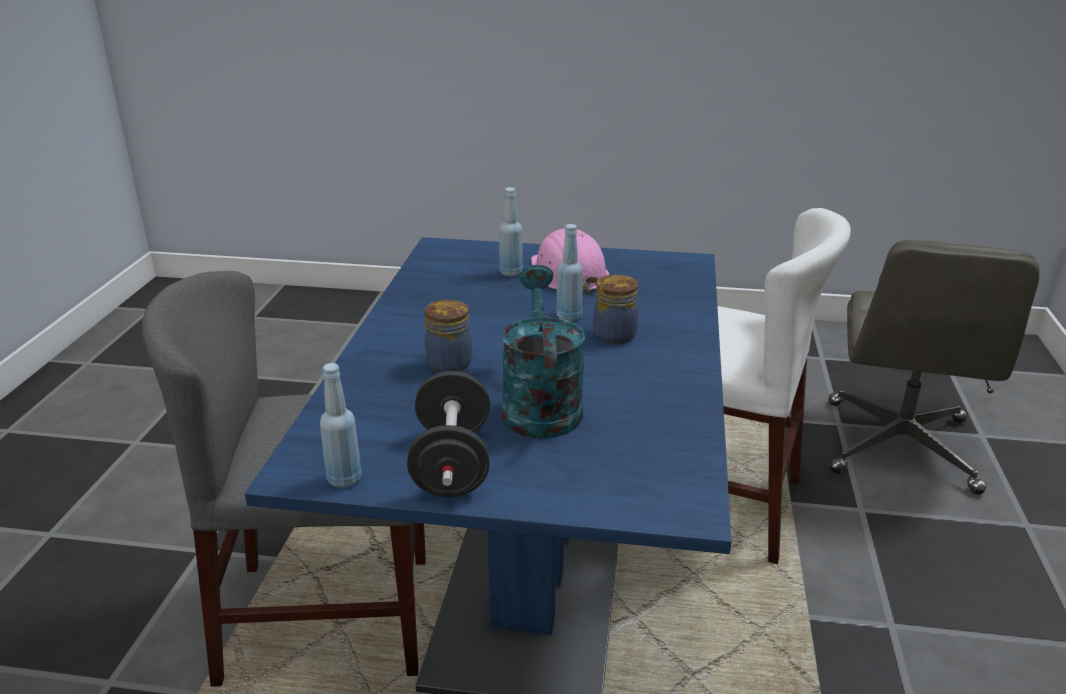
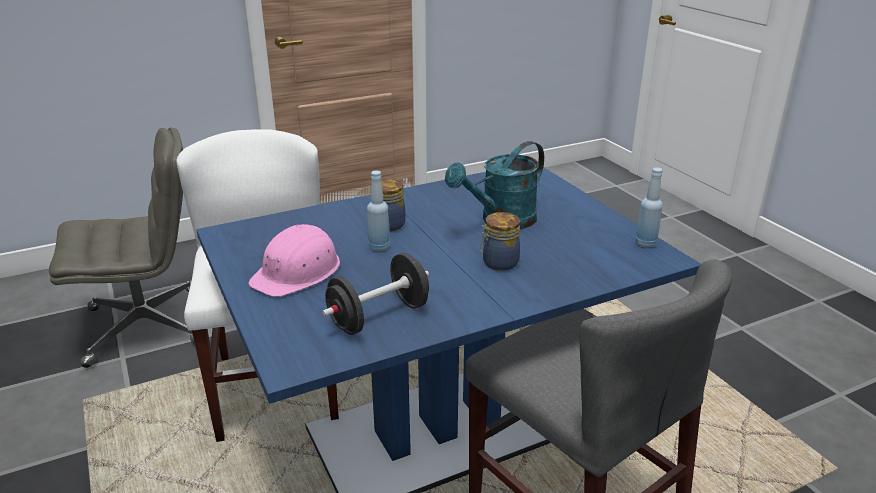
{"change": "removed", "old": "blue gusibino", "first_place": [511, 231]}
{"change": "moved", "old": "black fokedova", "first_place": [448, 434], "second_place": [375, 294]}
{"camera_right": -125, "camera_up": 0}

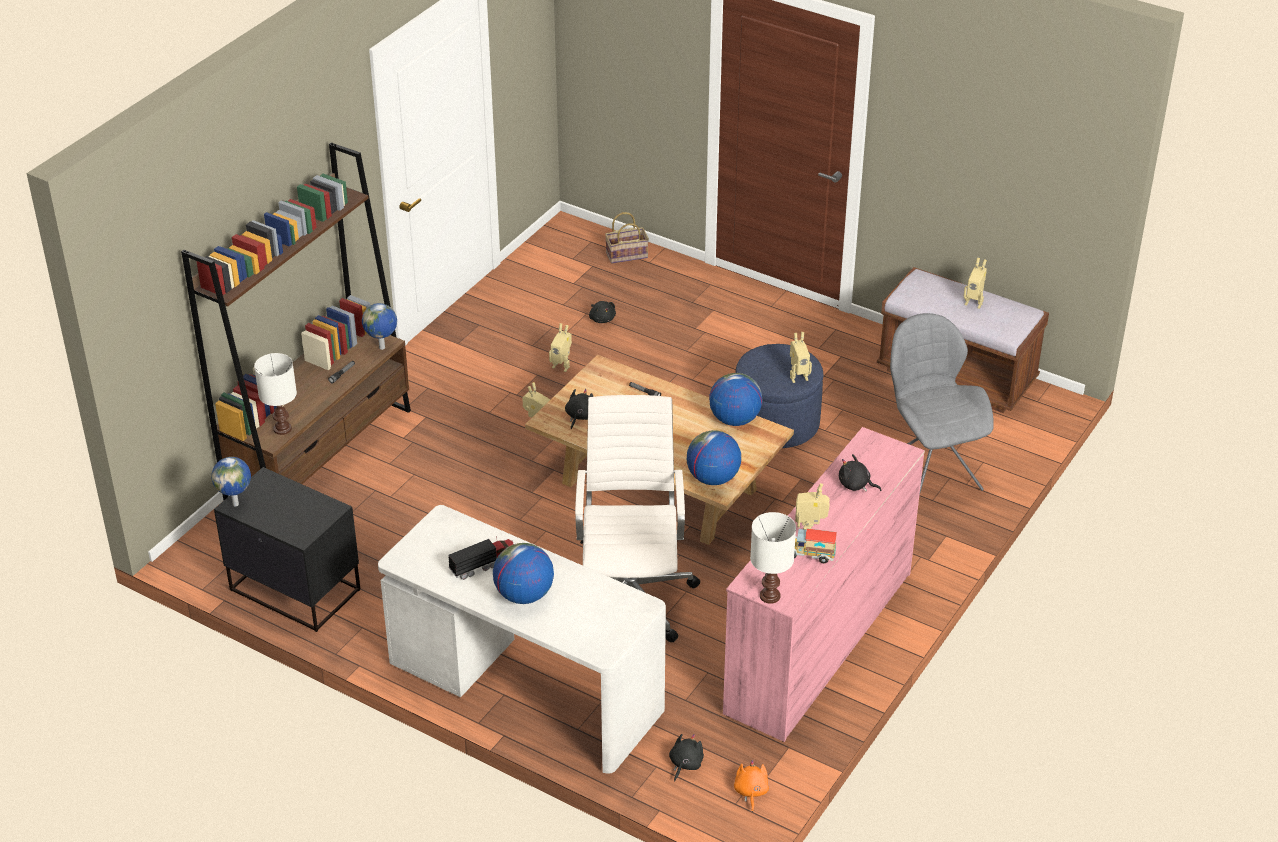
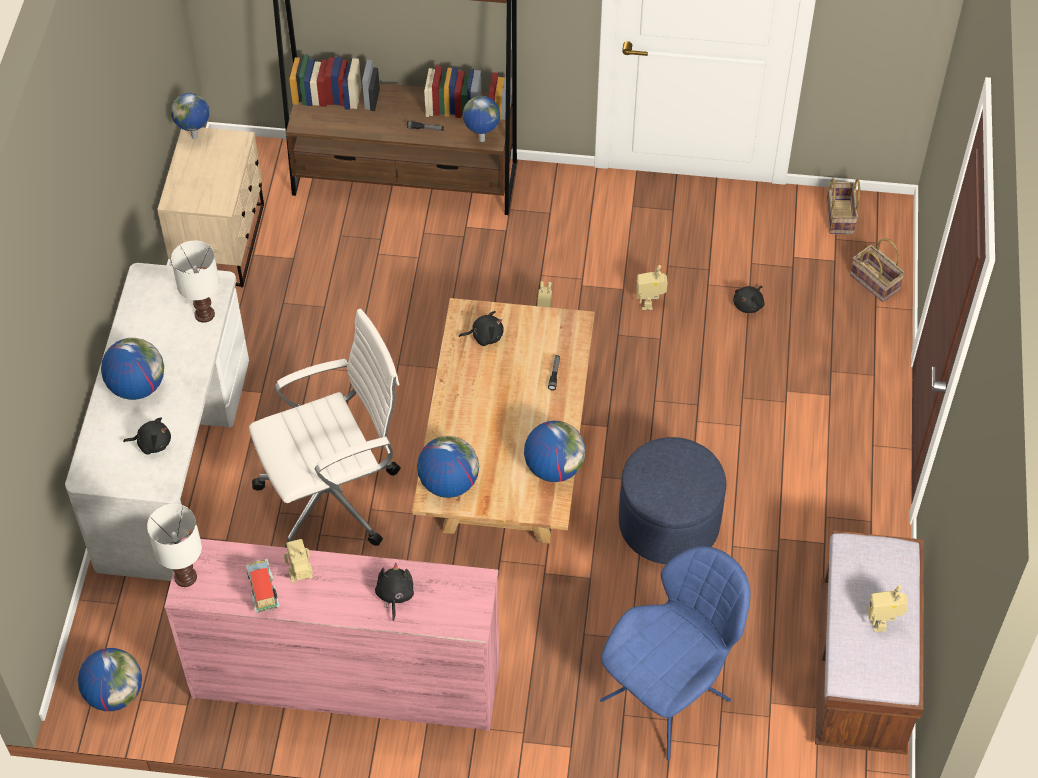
{"change": "recoloured", "old": "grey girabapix", "new": "blue girabapix", "first_place": [942, 402], "second_place": [675, 653]}
{"change": "removed", "old": "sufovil", "first_place": [801, 357]}
{"change": "moved", "old": "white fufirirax", "first_place": [275, 394], "second_place": [195, 282]}
{"change": "recoloured", "old": "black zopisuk", "new": "beige zopisuk", "first_place": [287, 549], "second_place": [210, 207]}
{"change": "removed", "old": "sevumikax", "first_place": [480, 558]}
{"change": "moved", "old": "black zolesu", "first_place": [686, 757], "second_place": [147, 436]}
{"change": "replaced", "old": "orange zolesu", "new": "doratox", "first_place": [751, 786], "second_place": [110, 679]}
{"change": "added", "new": "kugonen", "second_place": [843, 206]}
{"camera_right": 65, "camera_up": 15}

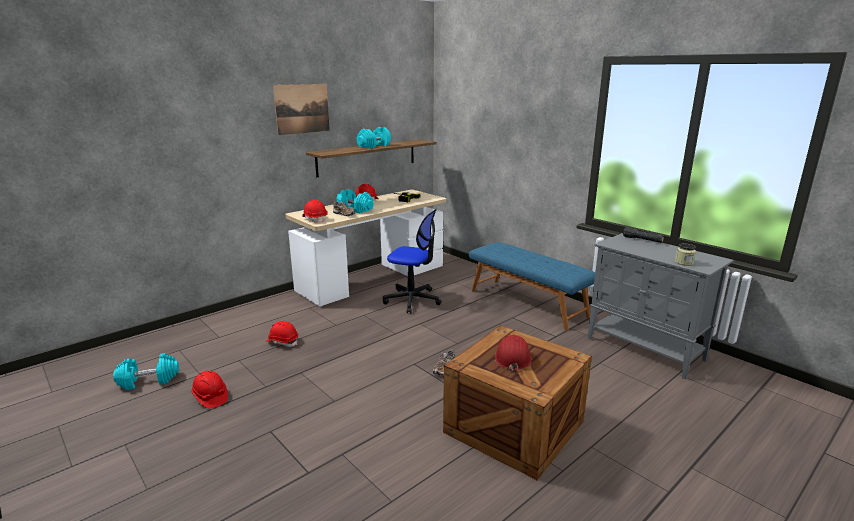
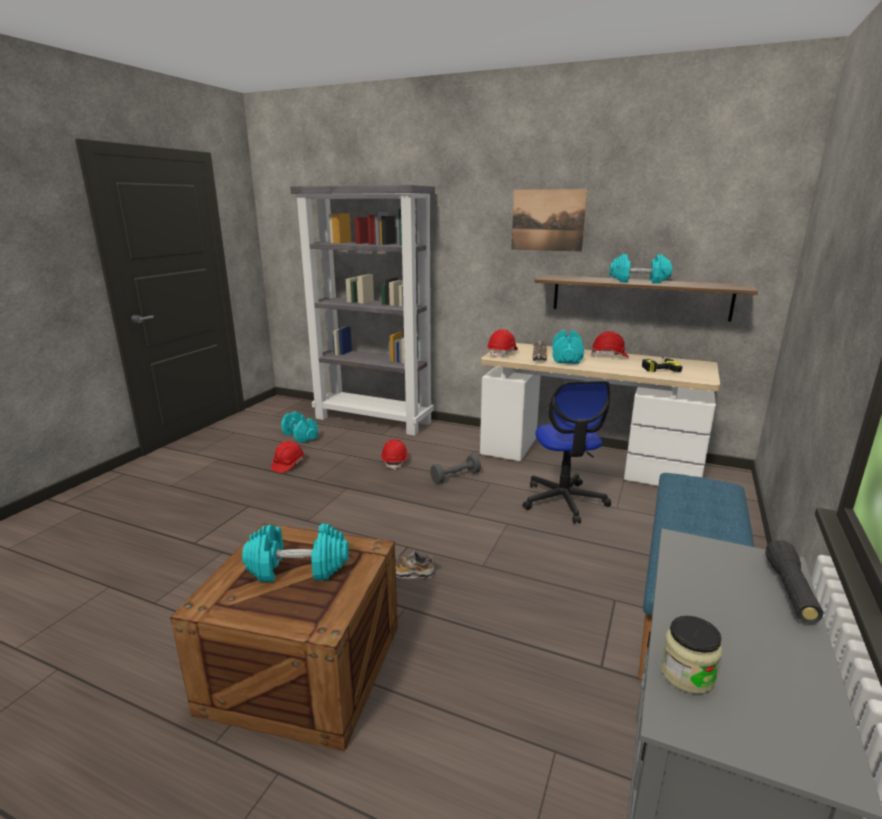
{"change": "replaced", "old": "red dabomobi", "new": "turquoise fokedova", "first_place": [513, 353], "second_place": [295, 552]}
{"change": "added", "new": "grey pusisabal", "second_place": [362, 310]}
{"change": "added", "new": "grey fokedova", "second_place": [455, 469]}
{"camera_right": 65, "camera_up": 0}

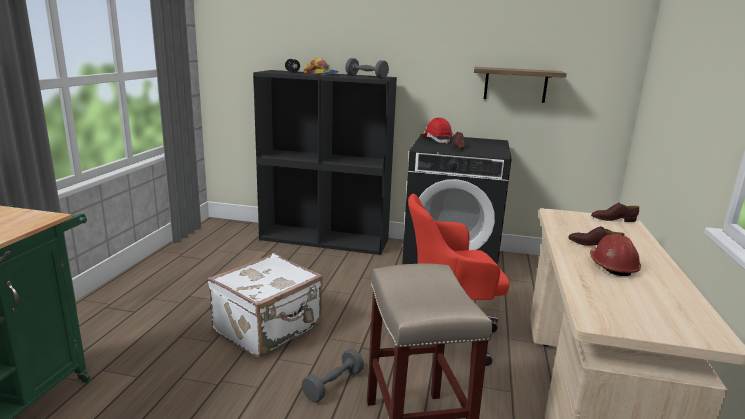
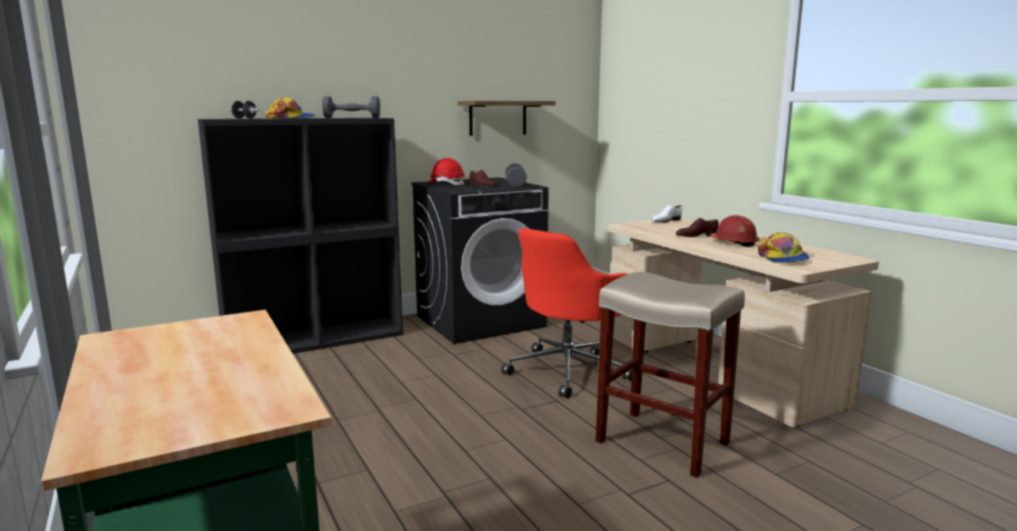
{"change": "recoloured", "old": "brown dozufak", "new": "white dozufak", "first_place": [615, 212], "second_place": [667, 213]}
{"change": "removed", "old": "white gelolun", "first_place": [265, 305]}
{"change": "moved", "old": "grey fokedova", "first_place": [333, 375], "second_place": [516, 175]}
{"change": "added", "new": "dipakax", "second_place": [783, 247]}
{"camera_right": -40, "camera_up": -5}

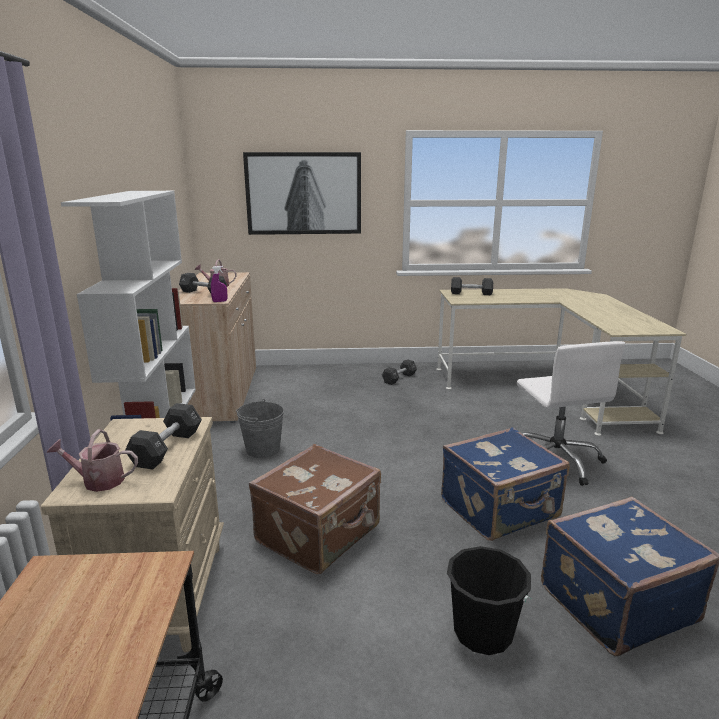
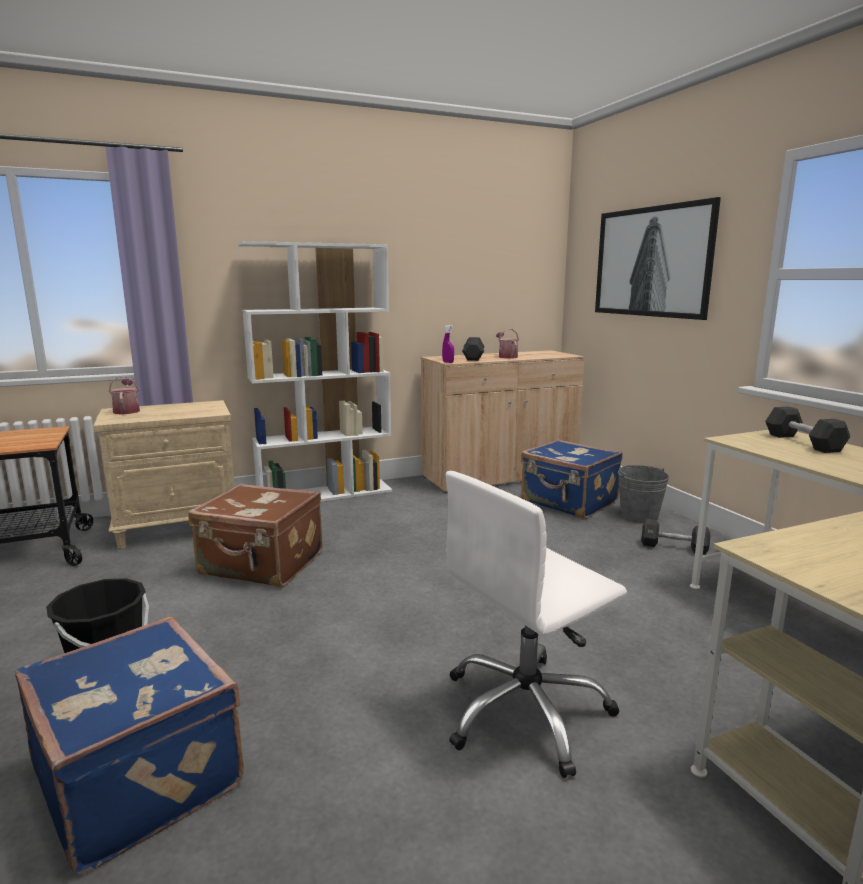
{"change": "moved", "old": "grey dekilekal", "first_place": [260, 428], "second_place": [643, 494]}
{"change": "removed", "old": "black fokedova", "first_place": [163, 436]}
{"change": "moved", "old": "blue gelolun", "first_place": [505, 484], "second_place": [572, 479]}
{"camera_right": 70, "camera_up": -5}

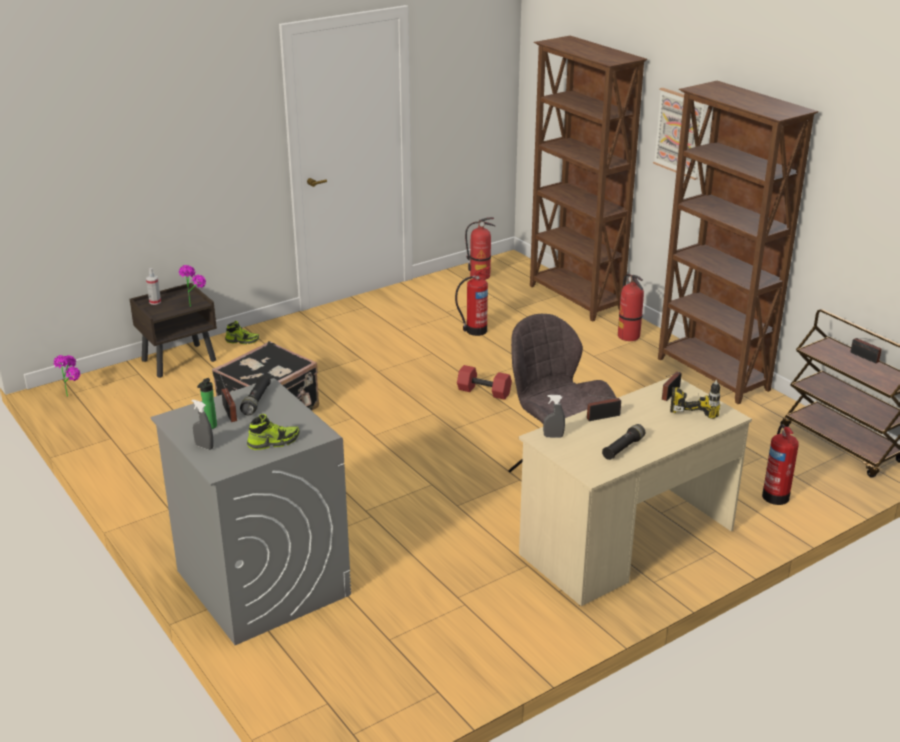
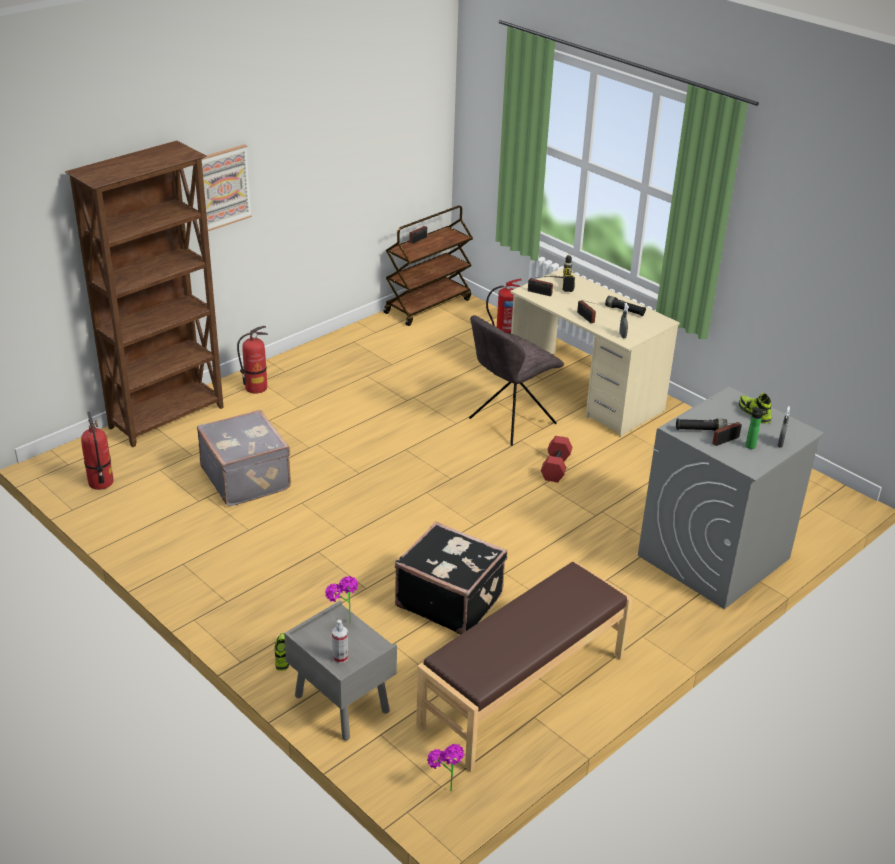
{"change": "removed", "old": "brown pusisabal", "first_place": [738, 242]}
{"change": "replaced", "old": "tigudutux", "new": "grey gelolun", "first_place": [473, 301], "second_place": [244, 458]}
{"change": "recoloured", "old": "brown zopisuk", "new": "grey zopisuk", "first_place": [173, 330], "second_place": [340, 670]}
{"change": "moved", "old": "red fokedova", "first_place": [484, 382], "second_place": [556, 459]}
{"change": "added", "new": "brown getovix", "second_place": [524, 667]}
{"camera_right": -100, "camera_up": 5}

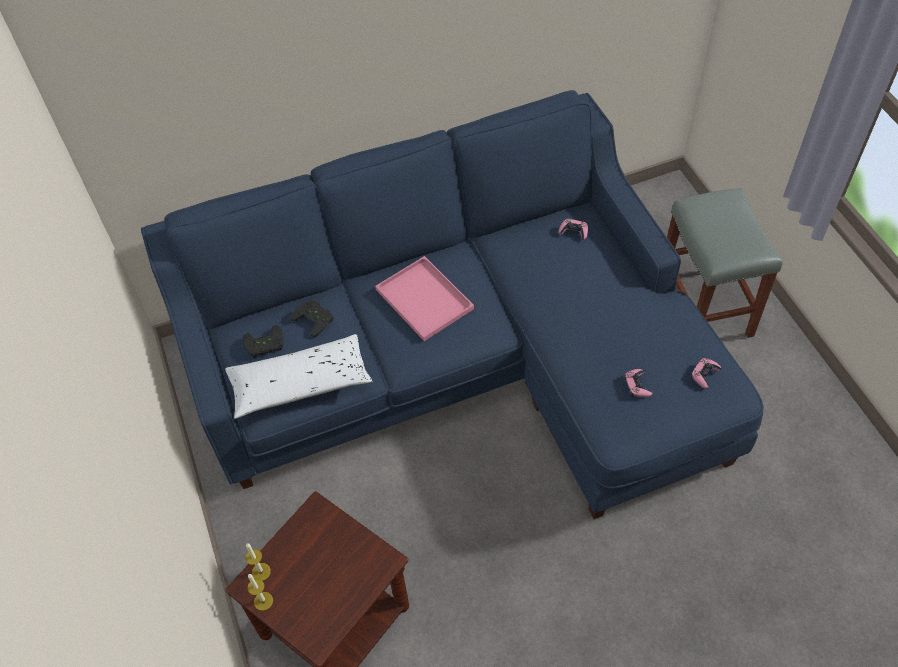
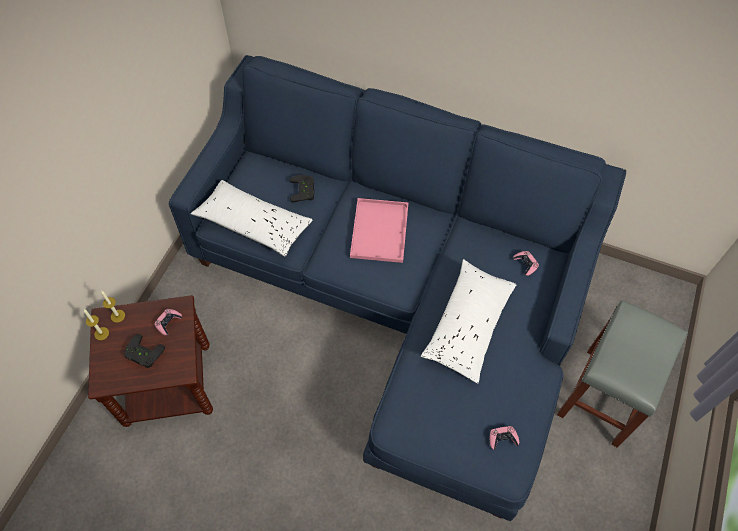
{"change": "moved", "old": "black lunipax", "first_place": [263, 341], "second_place": [144, 351]}
{"change": "moved", "old": "pink lunipax", "first_place": [638, 383], "second_place": [168, 322]}
{"change": "added", "new": "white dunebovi", "second_place": [469, 321]}
{"camera_right": 40, "camera_up": 5}

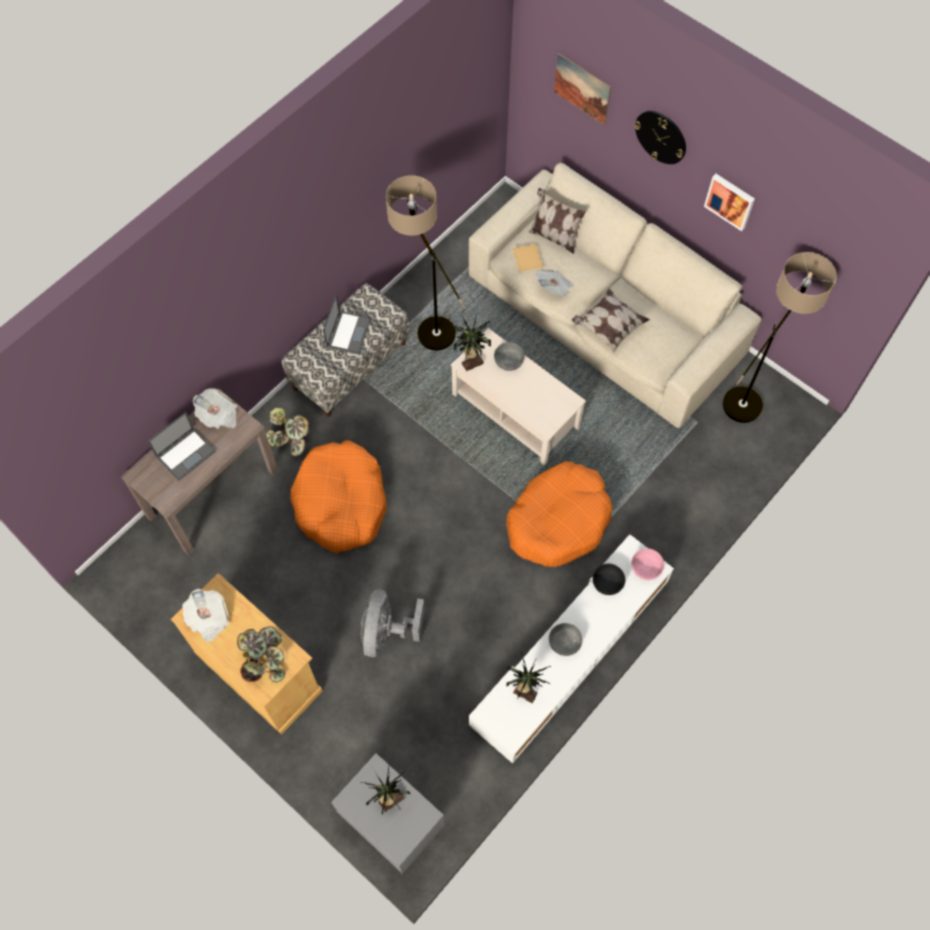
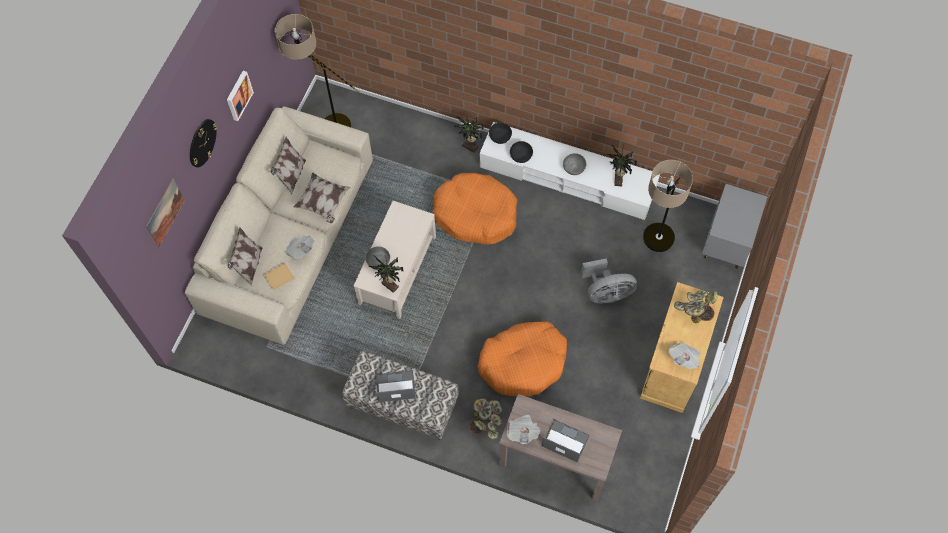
{"change": "moved", "old": "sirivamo", "first_place": [425, 263], "second_place": [668, 206]}
{"change": "recoloured", "old": "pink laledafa", "new": "black laledafa", "first_place": [647, 564], "second_place": [500, 133]}
{"change": "moved", "old": "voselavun", "first_place": [385, 788], "second_place": [469, 134]}
{"change": "added", "new": "dunebovi", "second_place": [288, 166]}
{"camera_right": -110, "camera_up": 0}

